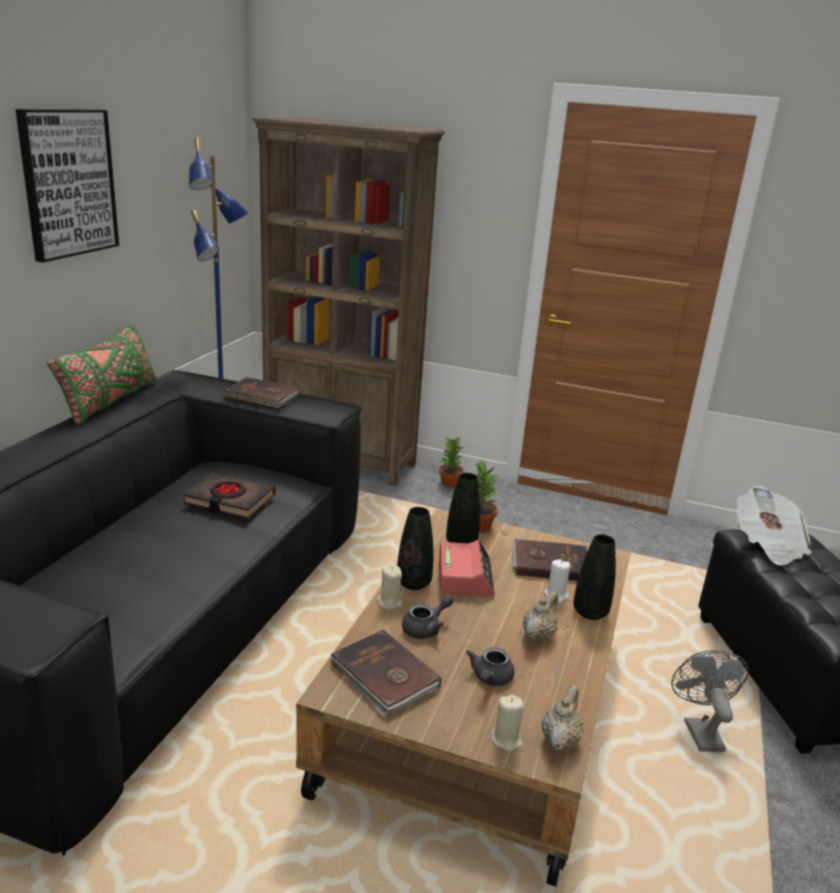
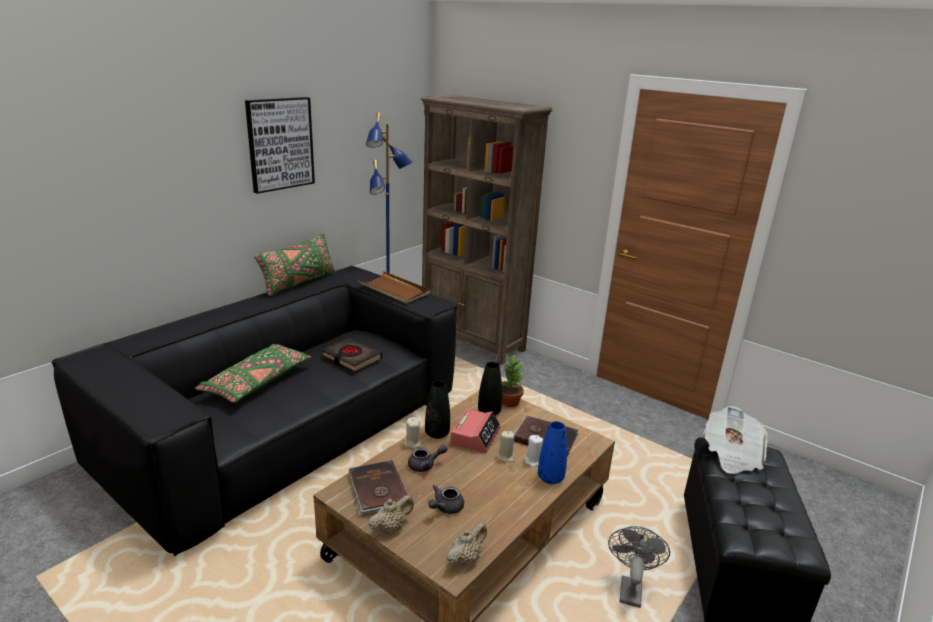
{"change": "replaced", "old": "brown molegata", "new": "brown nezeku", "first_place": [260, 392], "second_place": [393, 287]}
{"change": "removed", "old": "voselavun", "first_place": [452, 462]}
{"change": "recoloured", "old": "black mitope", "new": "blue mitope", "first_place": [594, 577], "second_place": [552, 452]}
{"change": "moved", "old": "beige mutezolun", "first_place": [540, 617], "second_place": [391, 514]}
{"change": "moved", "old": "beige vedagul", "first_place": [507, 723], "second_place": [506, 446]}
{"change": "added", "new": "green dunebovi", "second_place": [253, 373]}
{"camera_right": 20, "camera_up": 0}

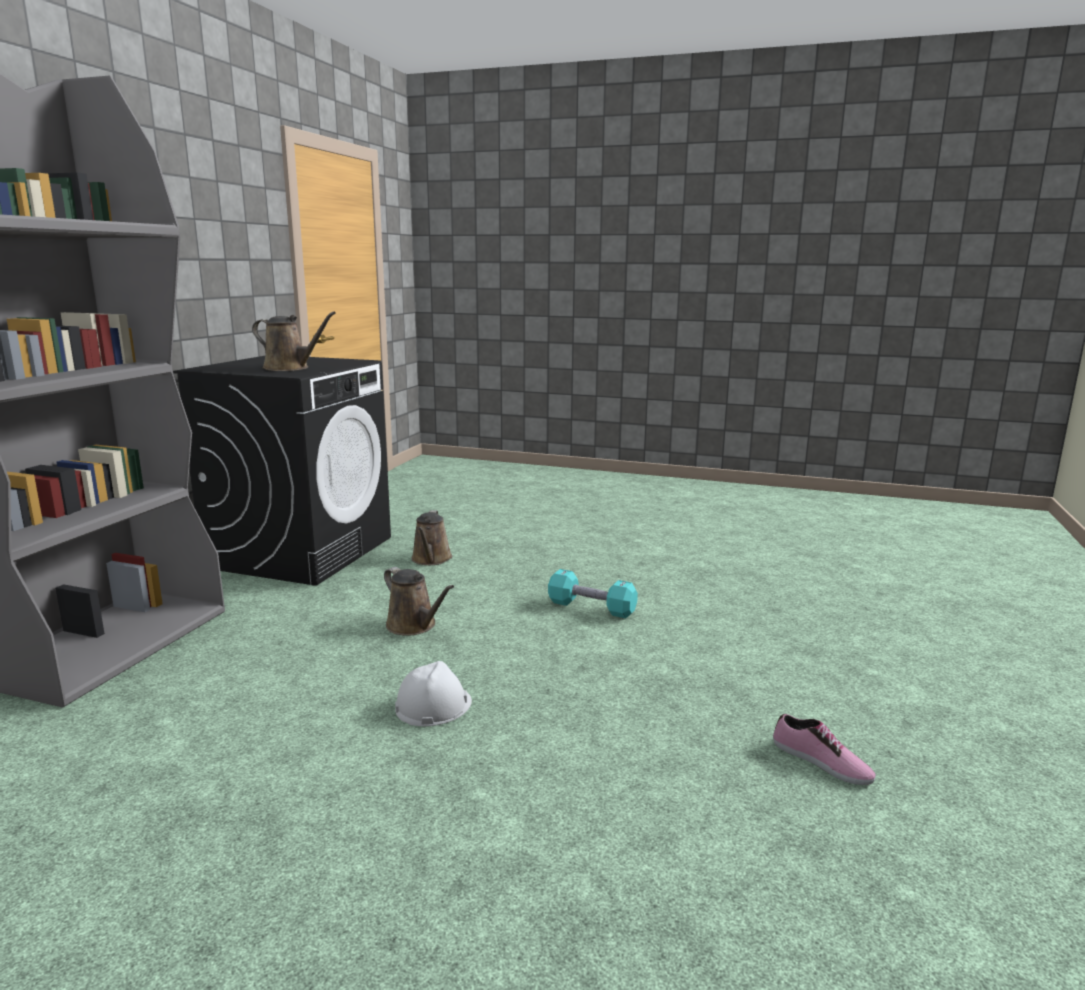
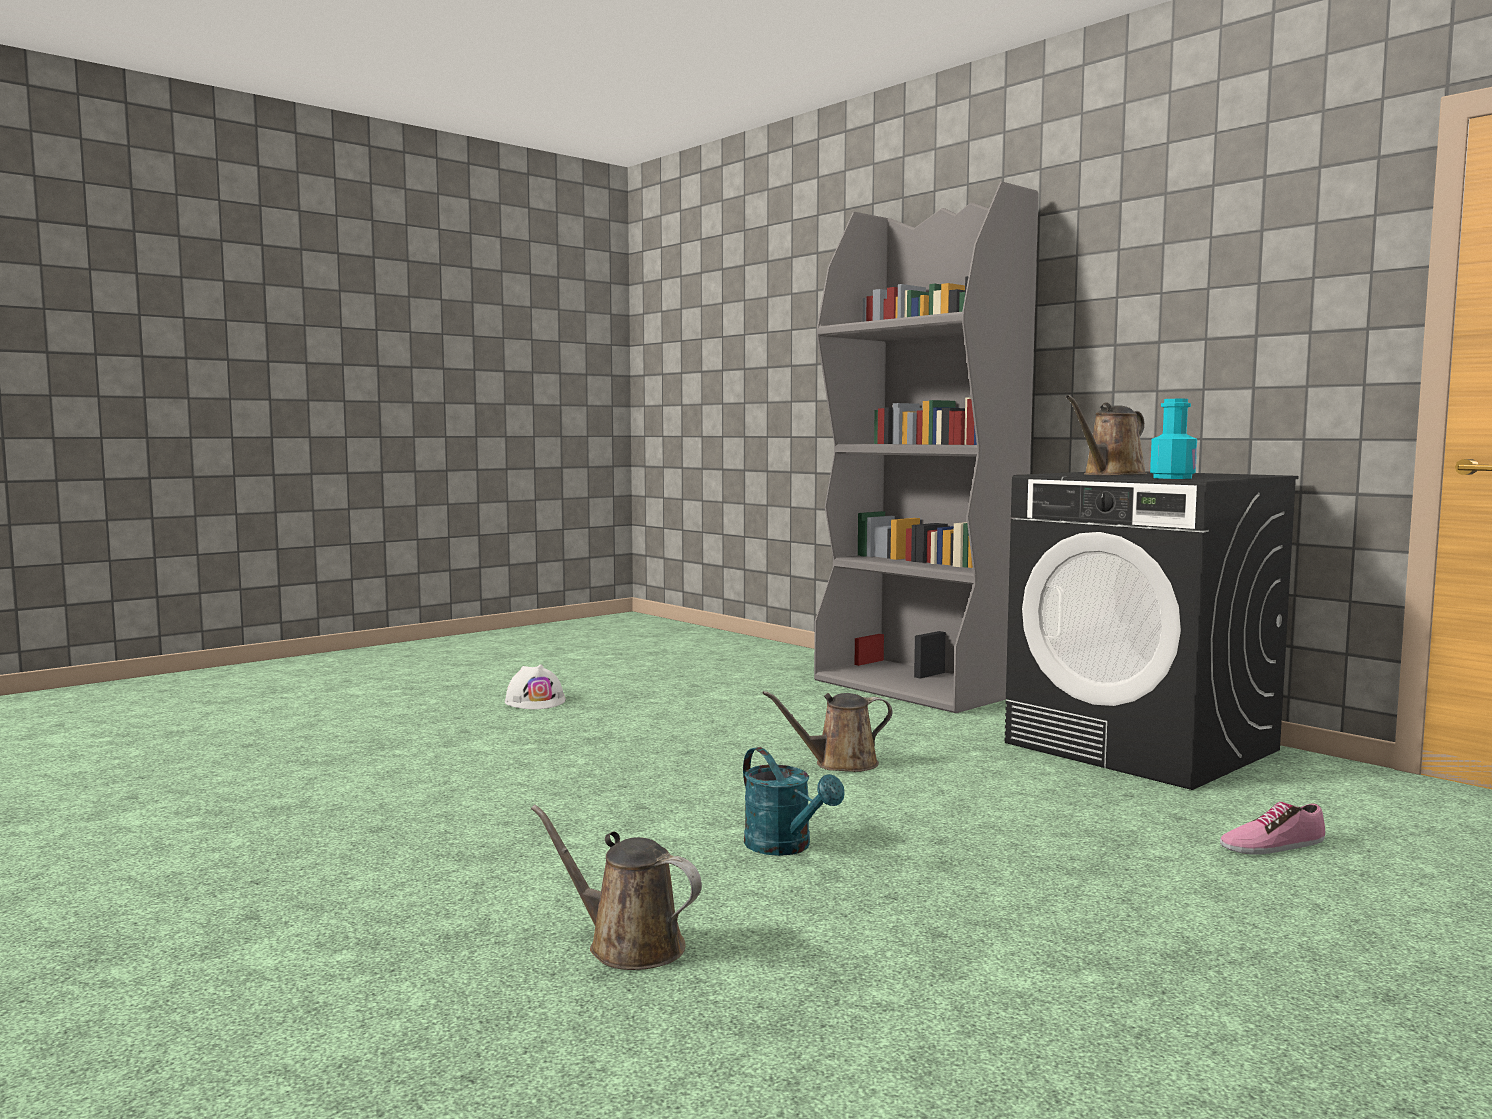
{"change": "moved", "old": "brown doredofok", "first_place": [431, 537], "second_place": [616, 887]}
{"change": "replaced", "old": "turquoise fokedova", "new": "turquoise doredofok", "first_place": [593, 593], "second_place": [794, 801]}
{"change": "moved", "old": "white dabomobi", "first_place": [433, 693], "second_place": [535, 686]}
{"change": "moved", "old": "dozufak", "first_place": [824, 749], "second_place": [1272, 828]}
{"change": "added", "new": "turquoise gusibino", "second_place": [1173, 439]}
{"camera_right": 120, "camera_up": -10}

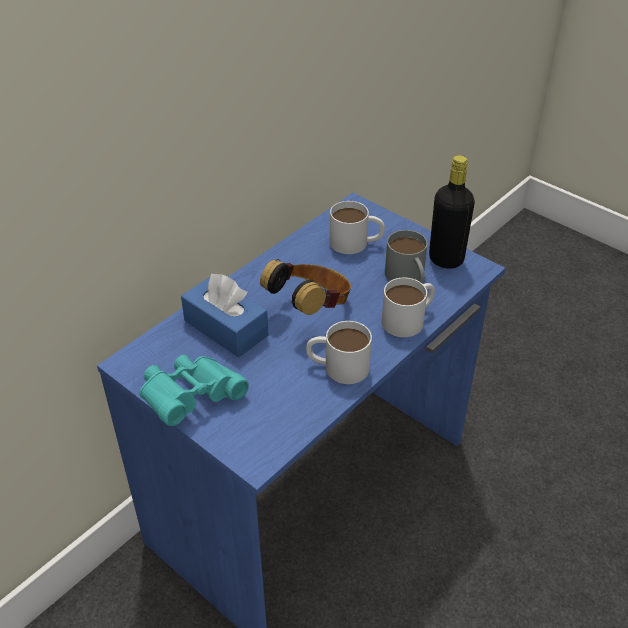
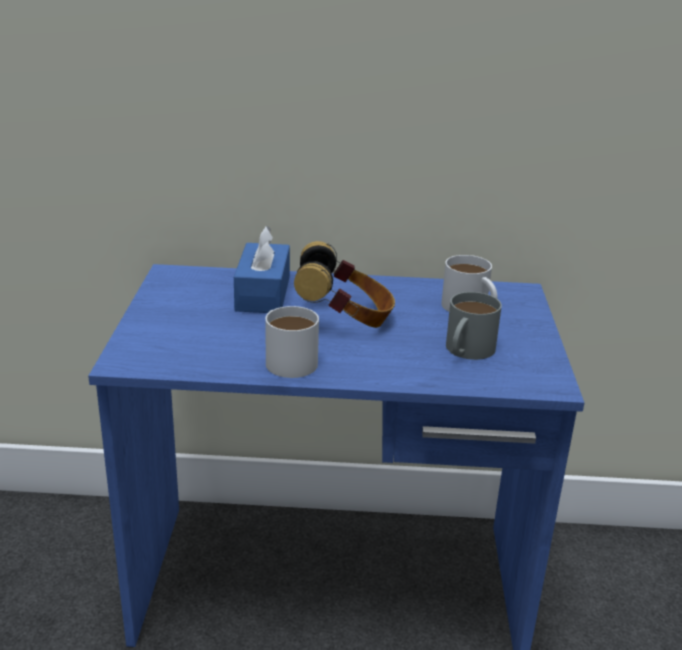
{"change": "removed", "old": "black gusibino", "first_place": [452, 212]}
{"change": "removed", "old": "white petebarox", "first_place": [408, 307]}
{"change": "removed", "old": "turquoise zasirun", "first_place": [194, 390]}
{"camera_right": 50, "camera_up": -15}

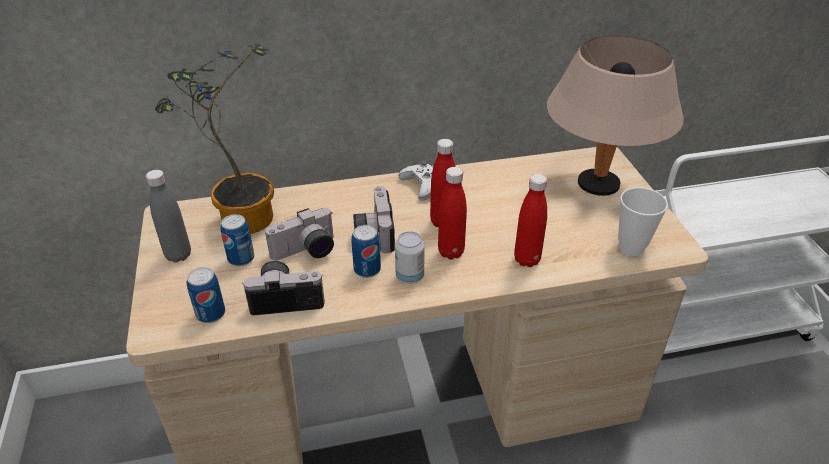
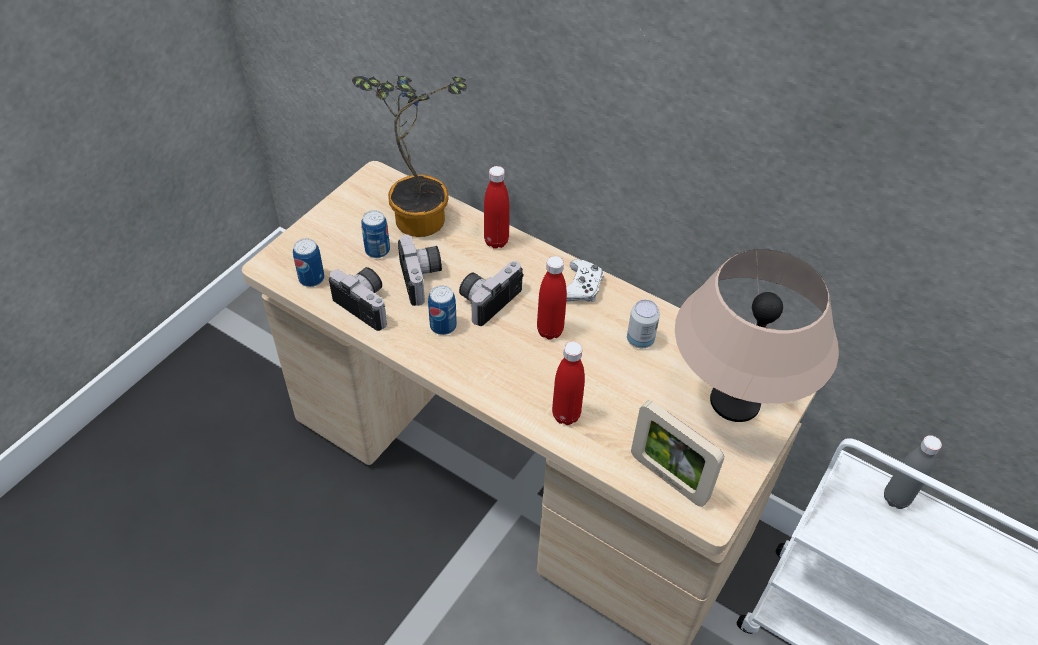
{"change": "moved", "old": "red gusibino", "first_place": [452, 213], "second_place": [496, 207]}
{"change": "moved", "old": "grey gusibino", "first_place": [168, 216], "second_place": [913, 472]}
{"change": "replaced", "old": "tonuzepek", "new": "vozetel", "first_place": [643, 221], "second_place": [677, 453]}
{"change": "turned", "old": "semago", "first_place": [299, 234], "second_place": [420, 270], "degrees": -120}
{"change": "moved", "old": "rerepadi", "first_place": [410, 257], "second_place": [643, 324]}
{"camera_right": 45, "camera_up": 10}

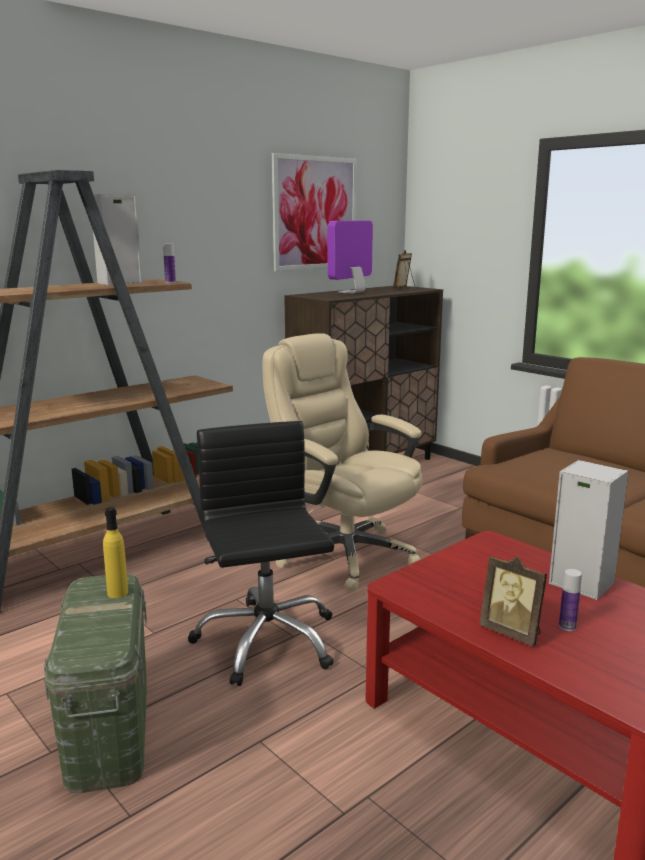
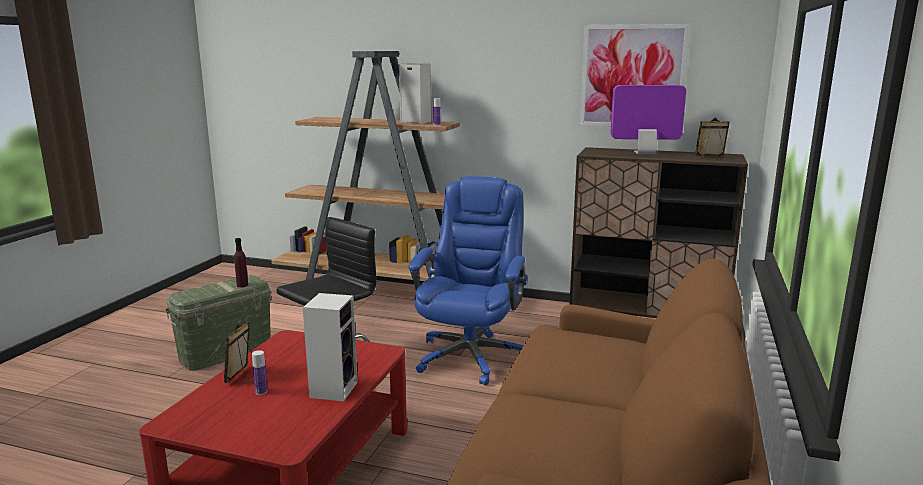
{"change": "recoloured", "old": "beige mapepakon", "new": "blue mapepakon", "first_place": [342, 462], "second_place": [468, 280]}
{"change": "recoloured", "old": "yellow gusibino", "new": "purple gusibino", "first_place": [115, 552], "second_place": [241, 262]}
{"camera_right": 60, "camera_up": 0}

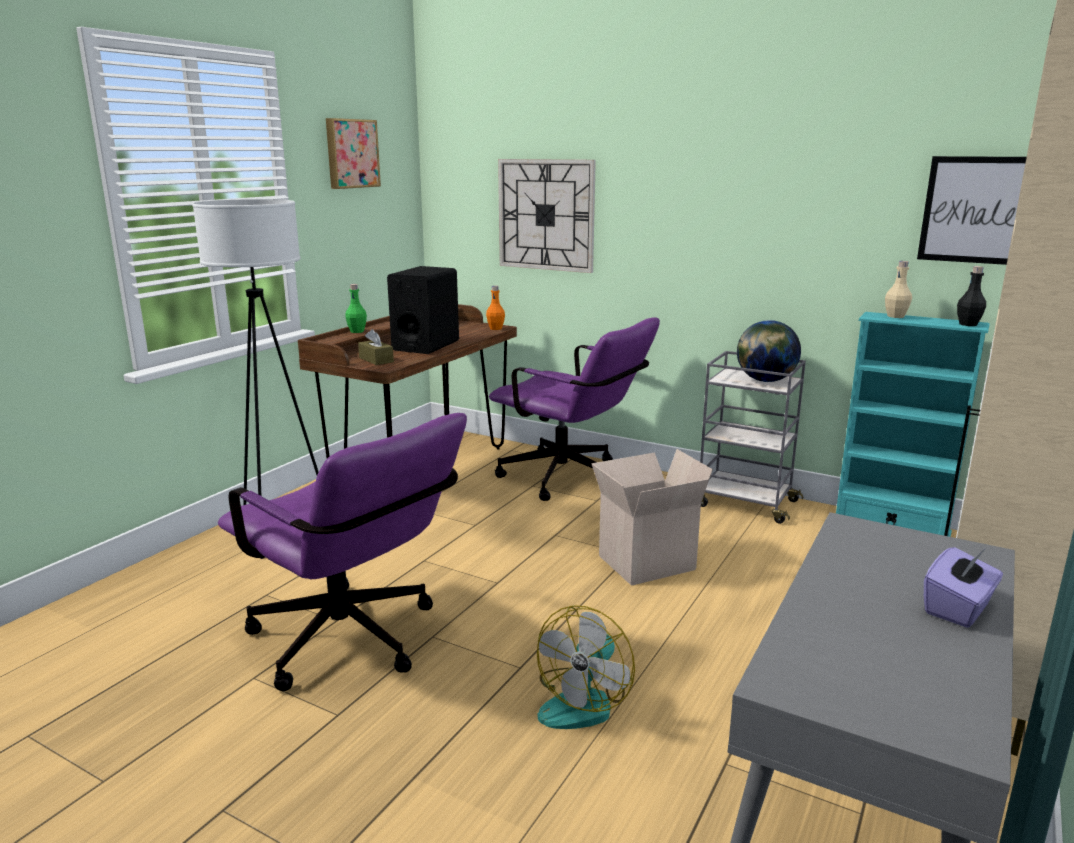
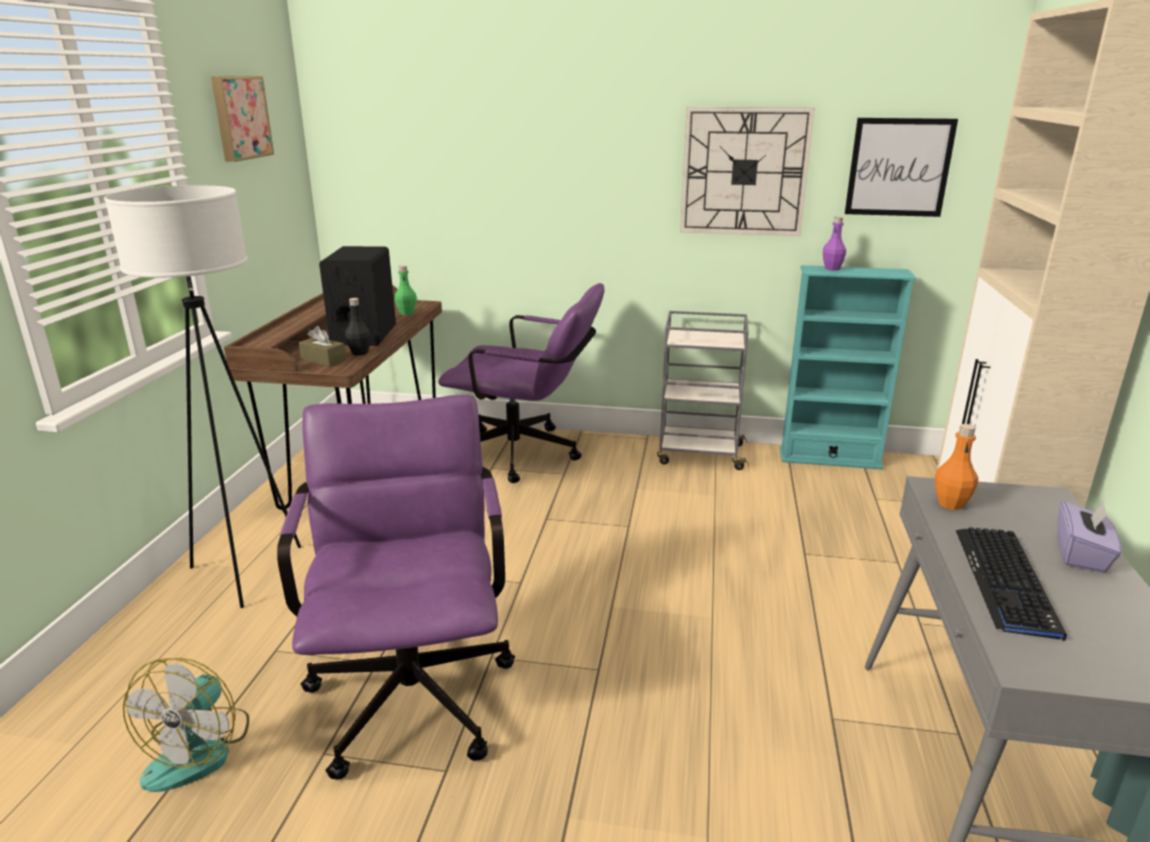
{"change": "moved", "old": "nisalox", "first_place": [547, 216], "second_place": [747, 171]}
{"change": "recoloured", "old": "beige gusibino", "new": "purple gusibino", "first_place": [898, 289], "second_place": [834, 243]}
{"change": "moved", "old": "black gusibino", "first_place": [971, 296], "second_place": [358, 326]}
{"change": "moved", "old": "green gusibino", "first_place": [356, 308], "second_place": [405, 290]}
{"change": "moved", "old": "orange gusibino", "first_place": [495, 307], "second_place": [956, 467]}
{"change": "removed", "old": "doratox", "first_place": [769, 351]}
{"change": "turned", "old": "purple mapepakon", "first_place": [342, 552], "second_place": [396, 587], "degrees": -120}
{"change": "removed", "old": "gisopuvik", "first_place": [652, 517]}
{"change": "moved", "old": "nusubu", "first_place": [586, 667], "second_place": [186, 725]}
{"change": "added", "new": "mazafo", "second_place": [1011, 584]}
{"camera_right": -20, "camera_up": 5}

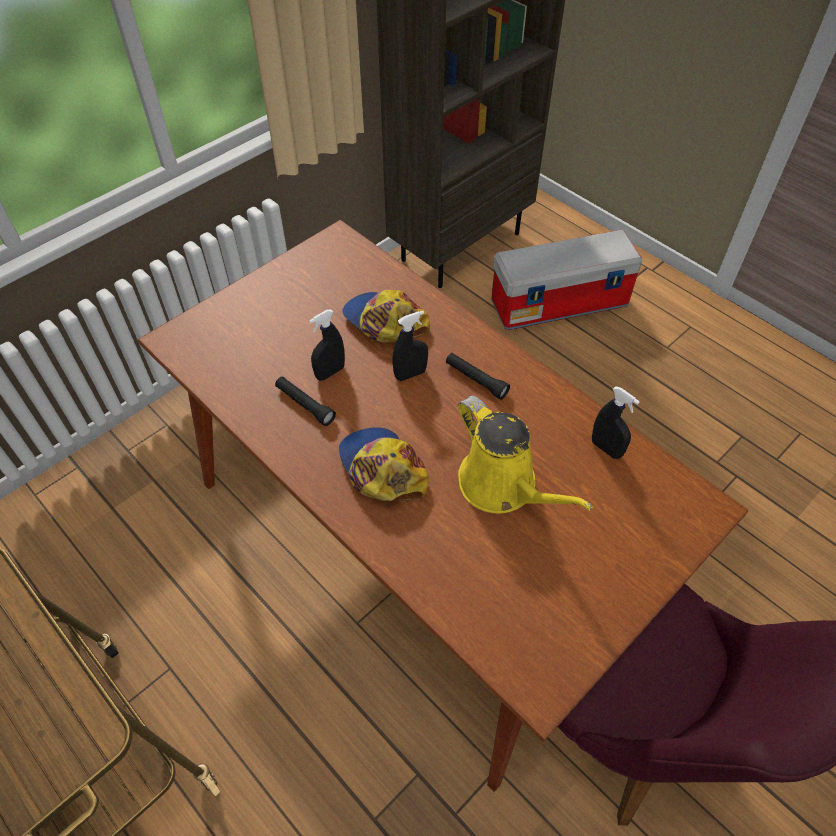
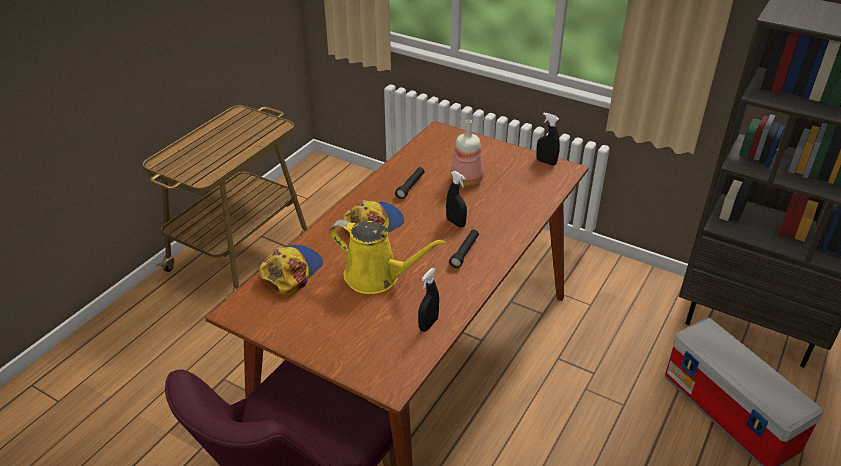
{"change": "moved", "old": "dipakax", "first_place": [386, 315], "second_place": [291, 271]}
{"change": "moved", "old": "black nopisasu", "first_place": [327, 345], "second_place": [548, 139]}
{"change": "turned", "old": "yellow doredofok", "first_place": [525, 454], "second_place": [387, 257], "degrees": -105}
{"change": "added", "new": "gusibino", "second_place": [467, 153]}
{"camera_right": 75, "camera_up": -15}

